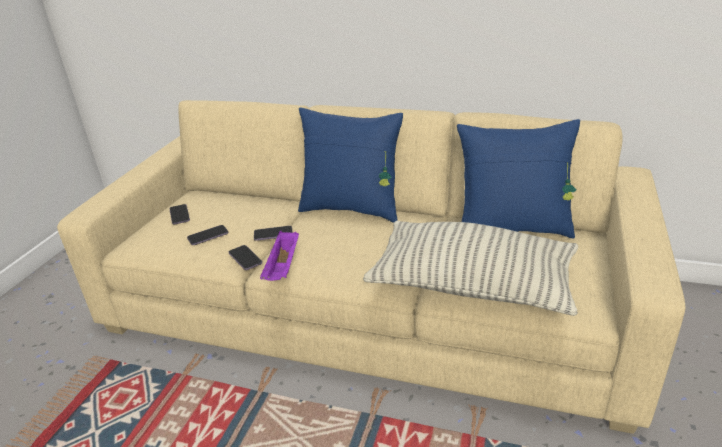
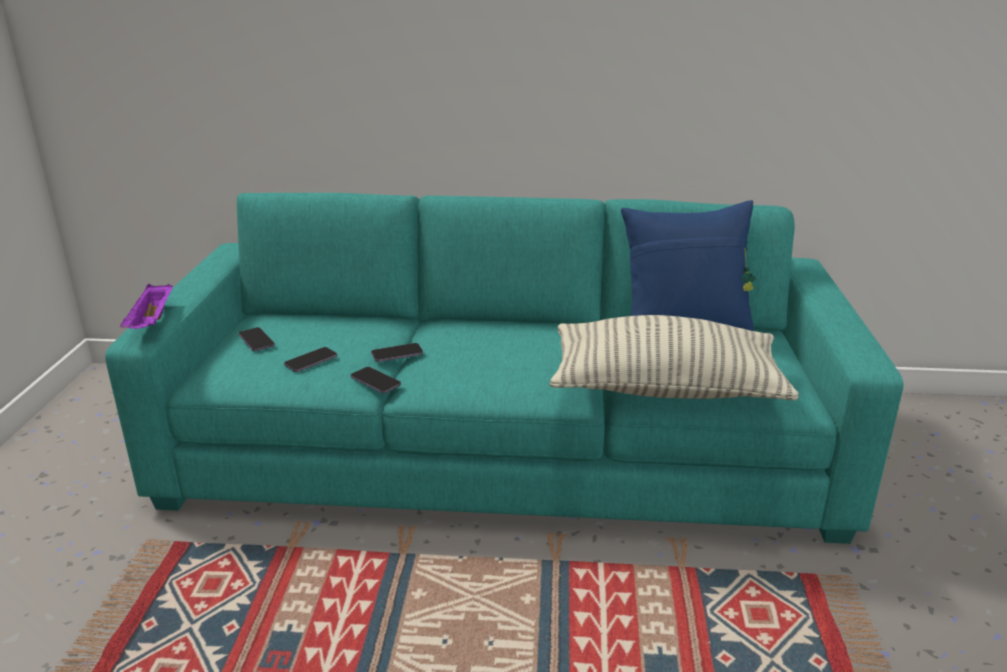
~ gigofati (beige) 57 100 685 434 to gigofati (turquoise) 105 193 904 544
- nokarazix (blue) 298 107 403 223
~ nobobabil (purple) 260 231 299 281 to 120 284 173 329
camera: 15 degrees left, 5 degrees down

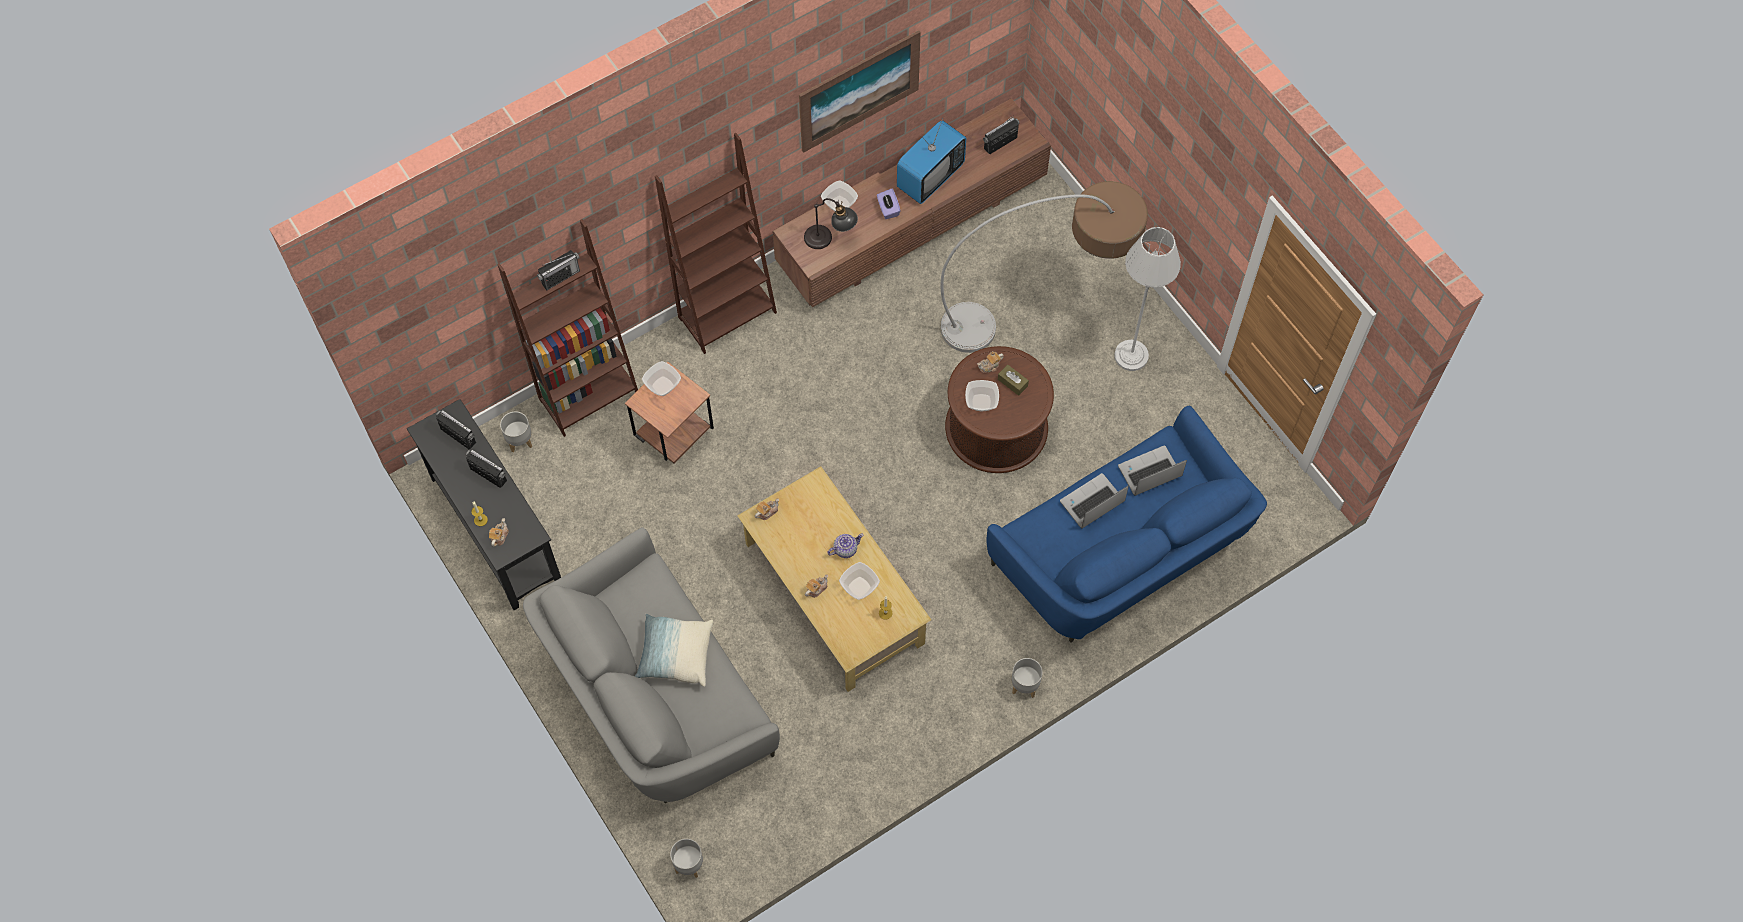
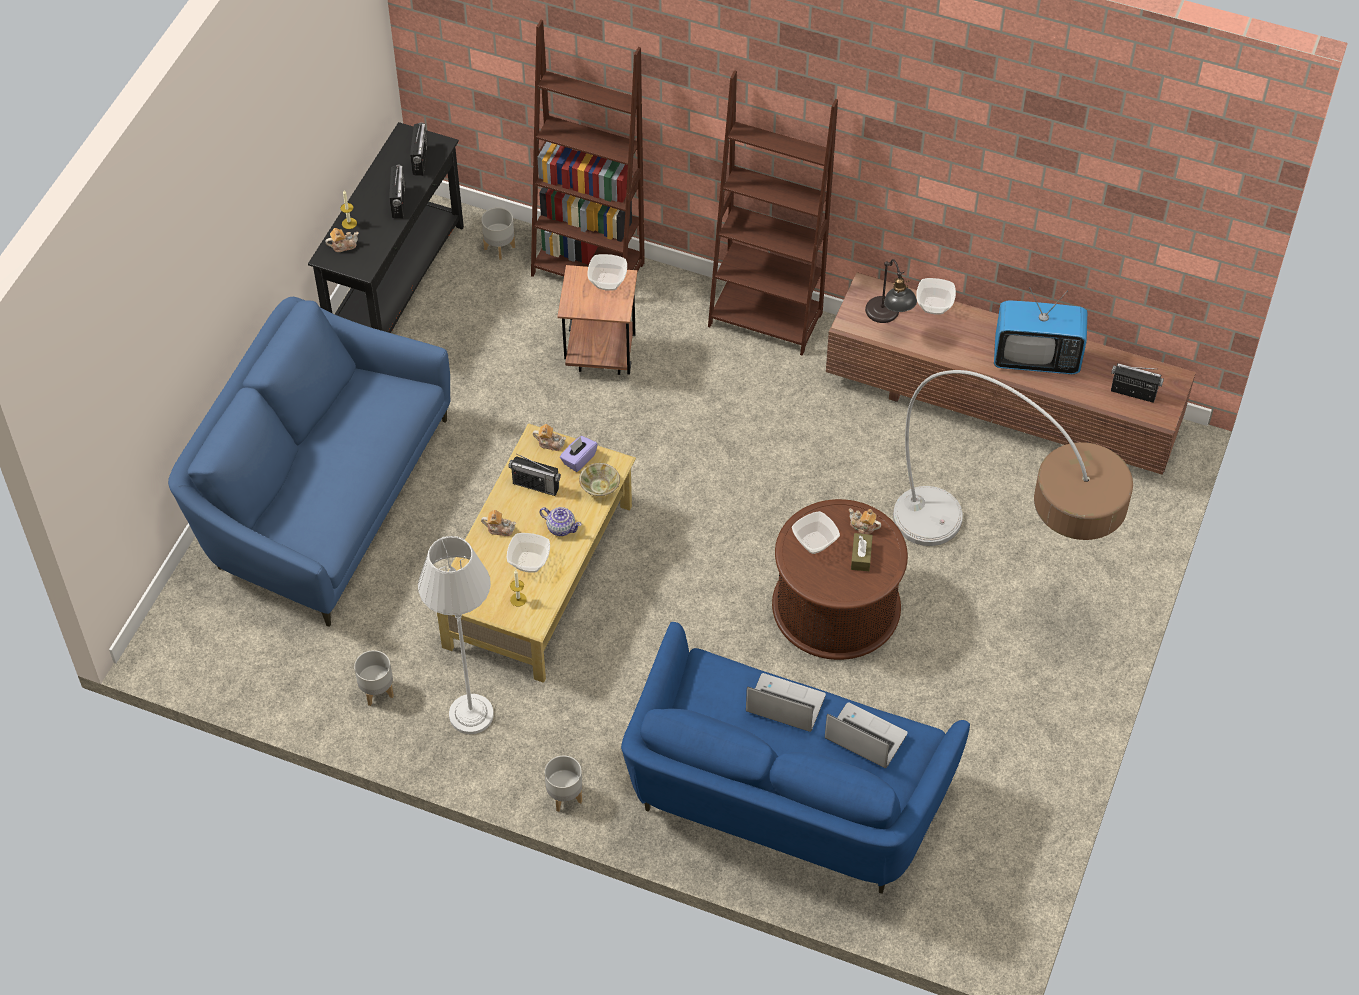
- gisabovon 799 30 920 153
~ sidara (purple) 877 188 900 219 to 560 436 598 472
~ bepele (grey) 1114 227 1181 371 to 418 536 494 734
~ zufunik 537 250 580 291 to 508 454 561 496
~ gigofati (grey) 523 527 780 803 to gigofati (blue) 168 297 450 627
- nokarazix 635 614 713 687
~ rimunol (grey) 670 839 703 878 to 354 650 394 706
+ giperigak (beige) 579 463 620 496
camera: 55 degrees right, 10 degrees down

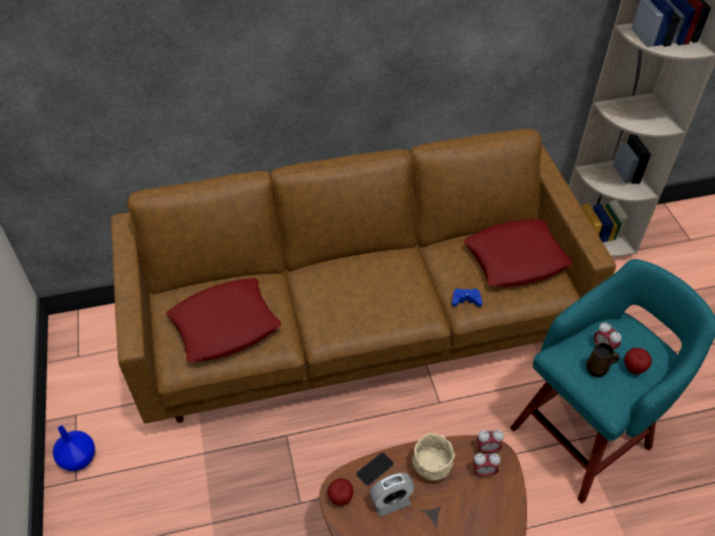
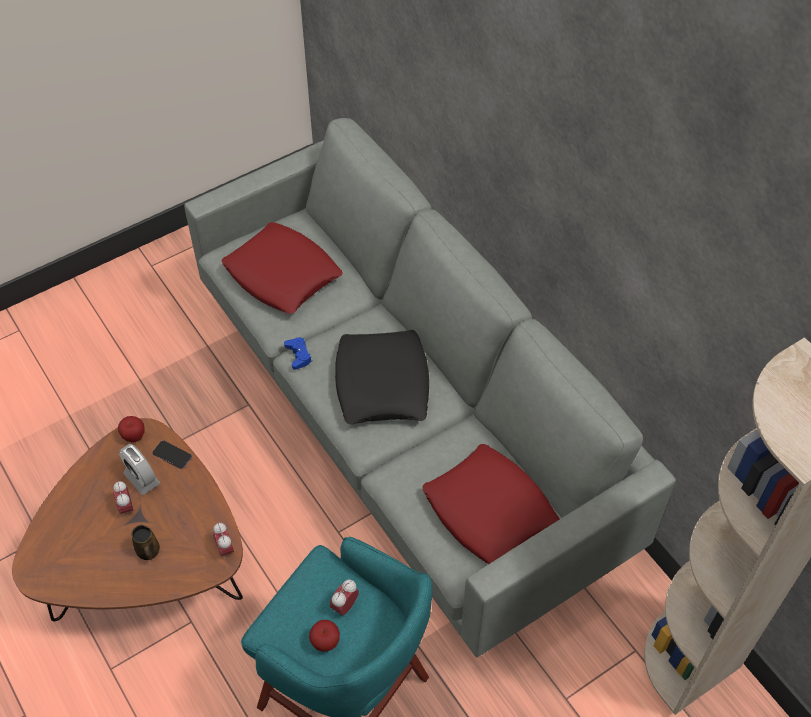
~ gigofati (brown) 111 129 616 424 to gigofati (grey) 184 118 676 658
~ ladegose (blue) 452 288 483 307 to 284 337 312 370
~ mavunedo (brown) 586 342 620 377 to 131 525 160 560
- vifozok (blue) 53 426 95 471
- giperigak (beige) 412 433 455 481
~ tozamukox 473 453 500 476 to 113 481 133 517
+ nokarazix (black) 335 330 429 425
camera: 70 degrees right, 5 degrees up

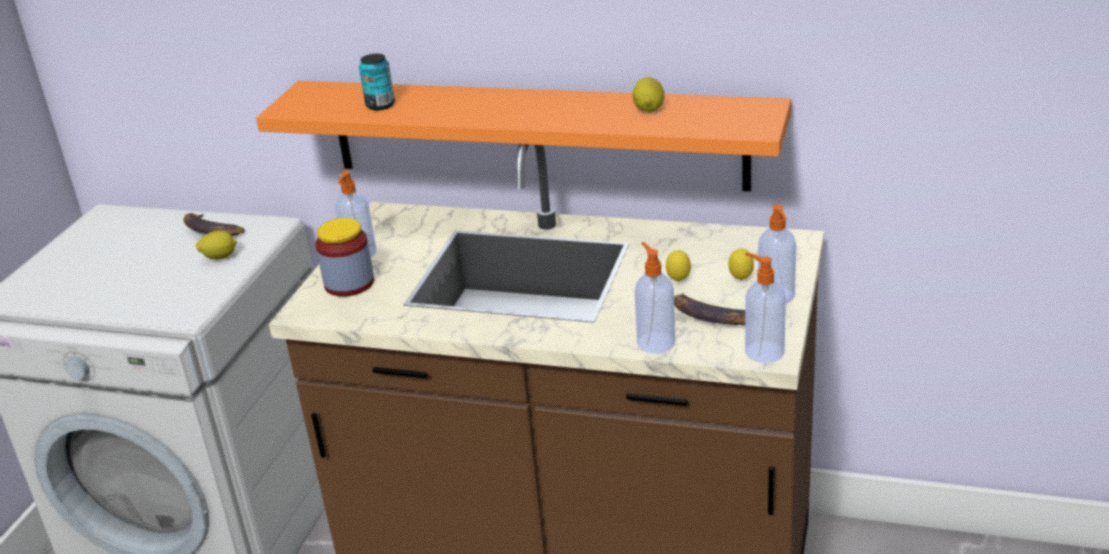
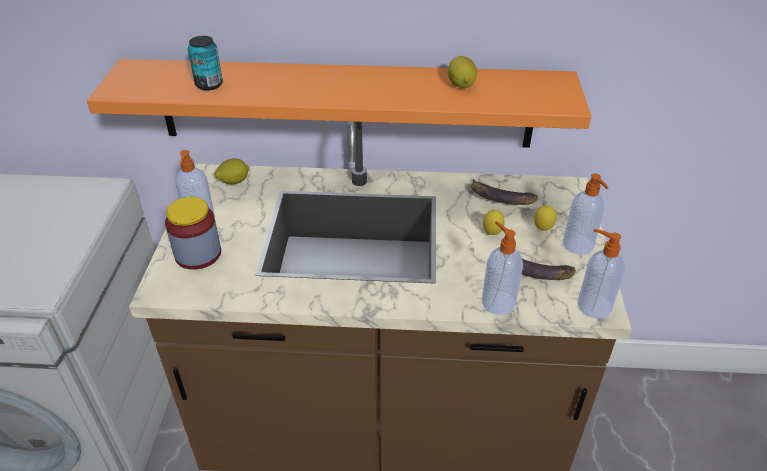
~ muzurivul 184 213 245 236 to 471 179 538 205
~ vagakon 196 231 237 259 to 214 158 249 184
camera: 15 degrees left, 10 degrees up

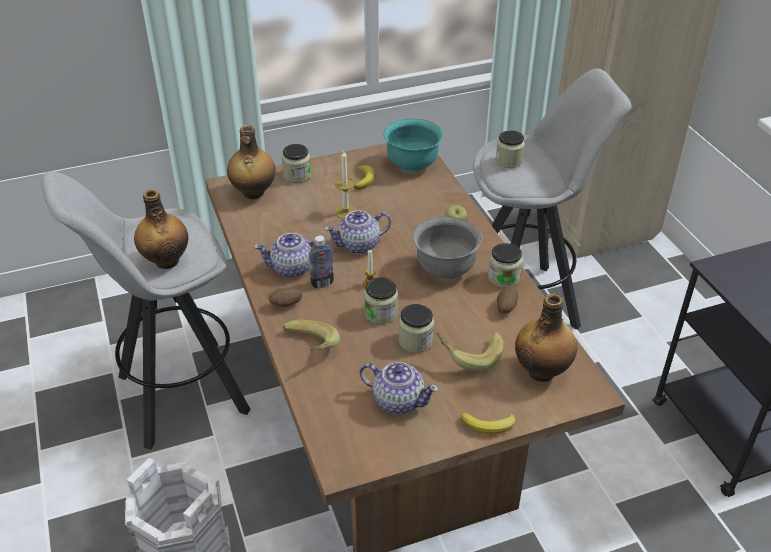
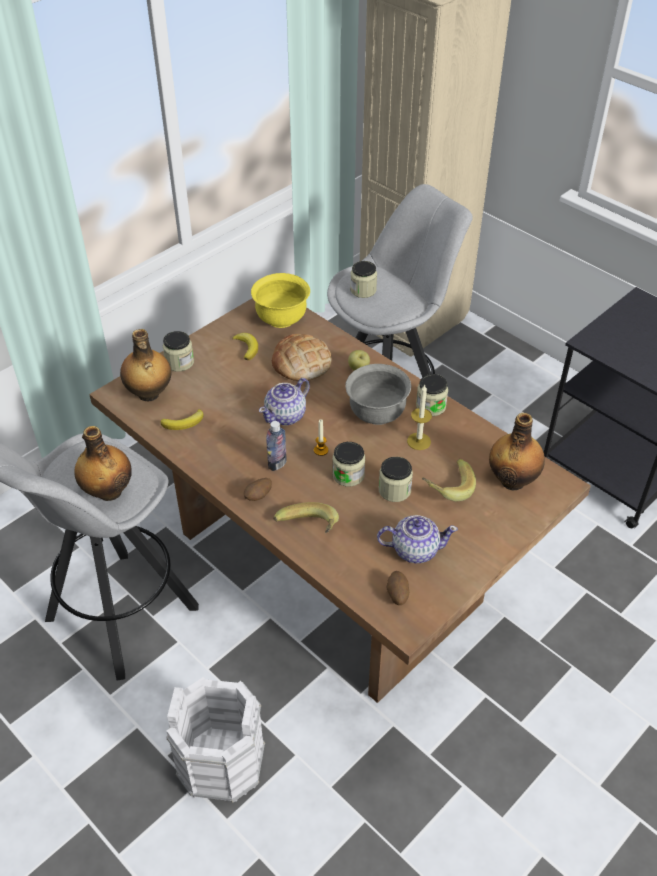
~ giperigak (turquoise) 383 119 443 172 to giperigak (yellow) 251 273 310 328
~ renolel 335 151 357 219 to 407 385 432 450
- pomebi 254 233 315 278
~ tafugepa 497 286 518 314 to 387 571 409 605
~ muzurivul 460 412 515 434 to 160 409 204 430
+ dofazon 272 334 332 381
camera: 25 degrees left, 5 degrees up

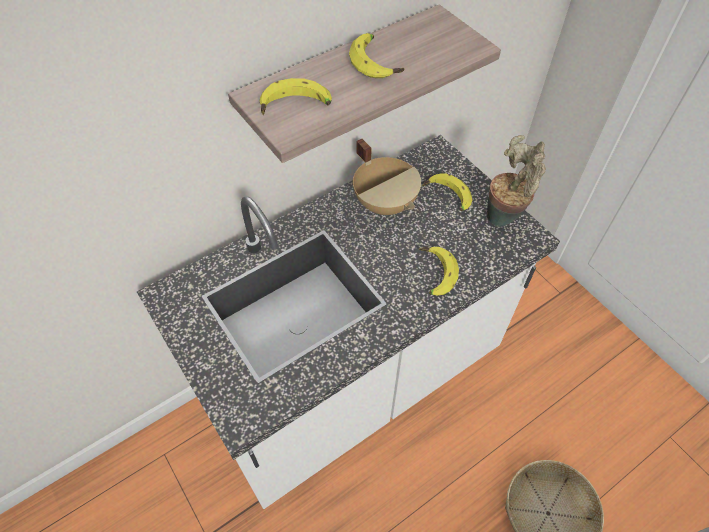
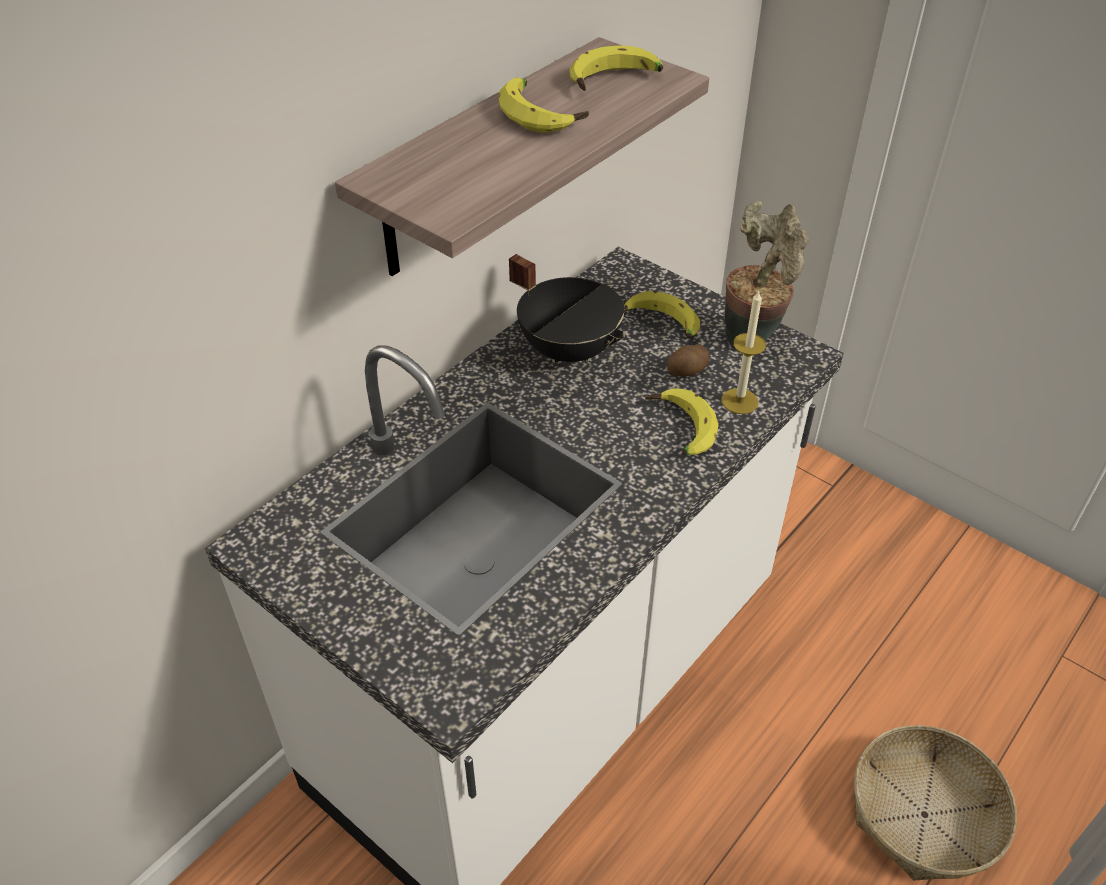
~ muzurivul 260 78 332 115 to 570 45 663 91
~ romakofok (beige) 353 139 421 215 to romakofok (black) 509 254 625 363
+ renolel 721 291 766 414
+ tafugepa 667 344 709 376
camera: 15 degrees left, 10 degrees down

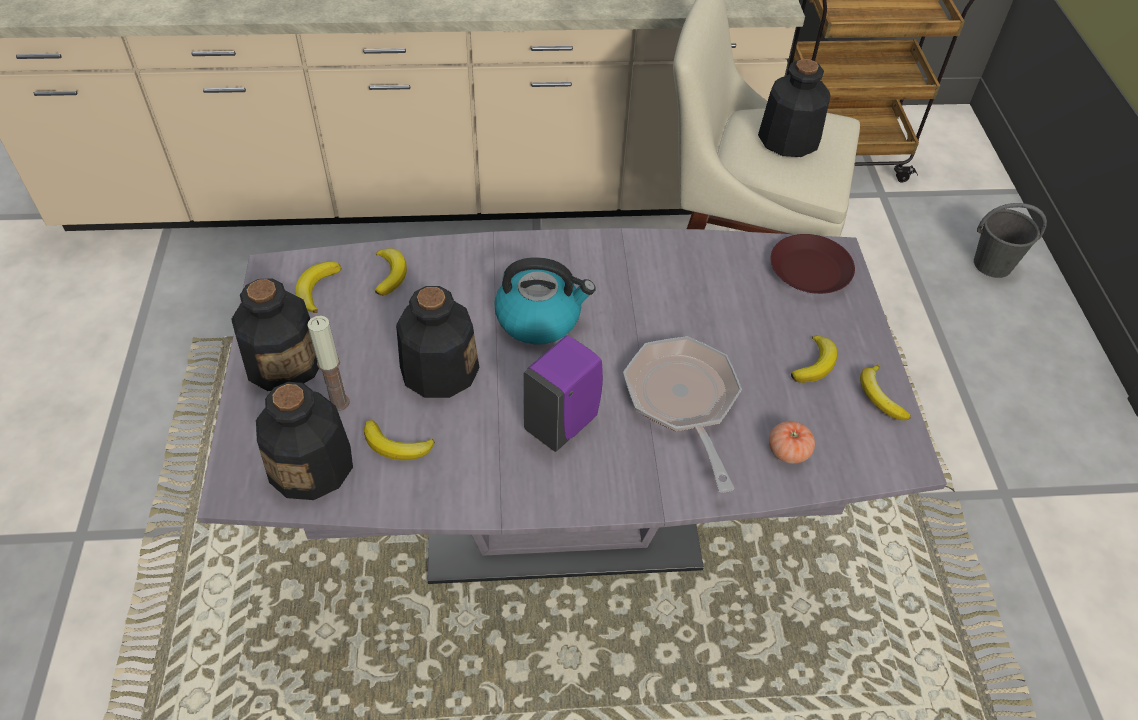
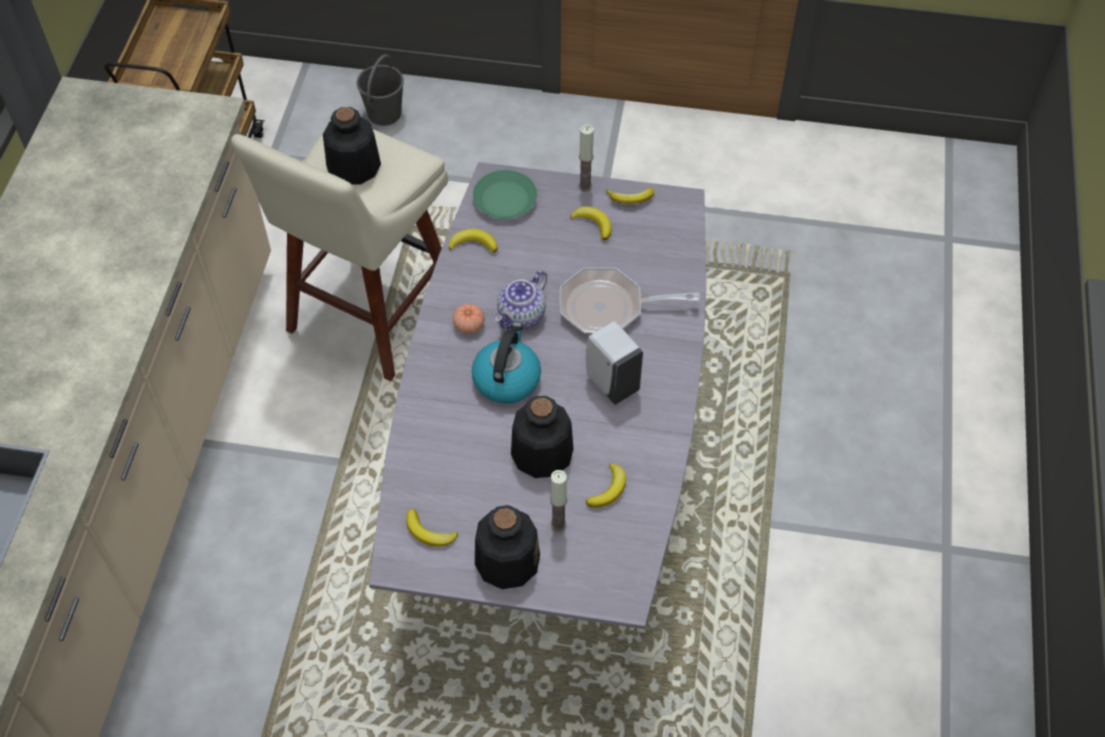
~ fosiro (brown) 771 234 855 294 to fosiro (green) 473 170 537 219
~ muzurivul 375 248 407 296 to 449 229 498 253
~ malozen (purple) 523 335 603 452 to malozen (white) 586 321 643 405
- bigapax 256 382 353 500
~ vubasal 769 421 815 464 to 453 304 485 334
+ renolel 578 125 594 192
+ pomebi 495 270 547 329
camera: 75 degrees left, 5 degrees up

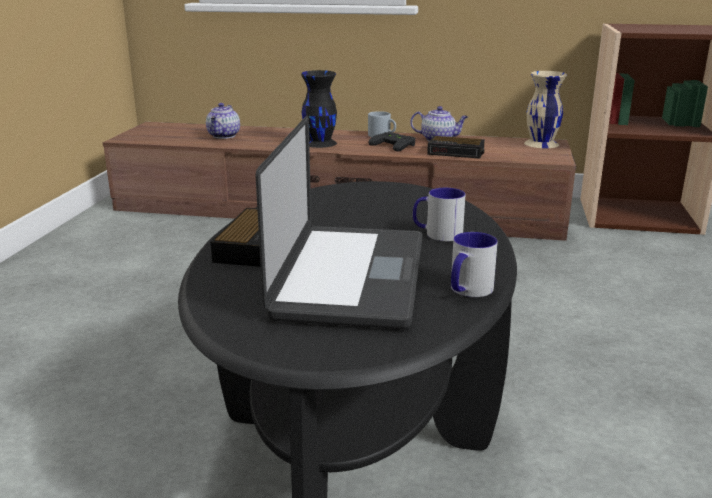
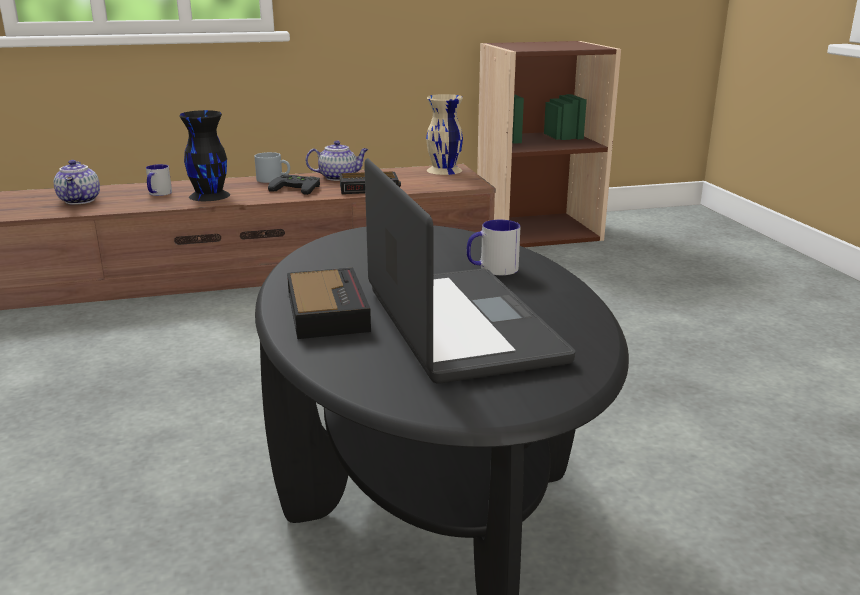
~ mavunedo 451 232 498 297 to 146 164 172 196
camera: 25 degrees left, 0 degrees up

